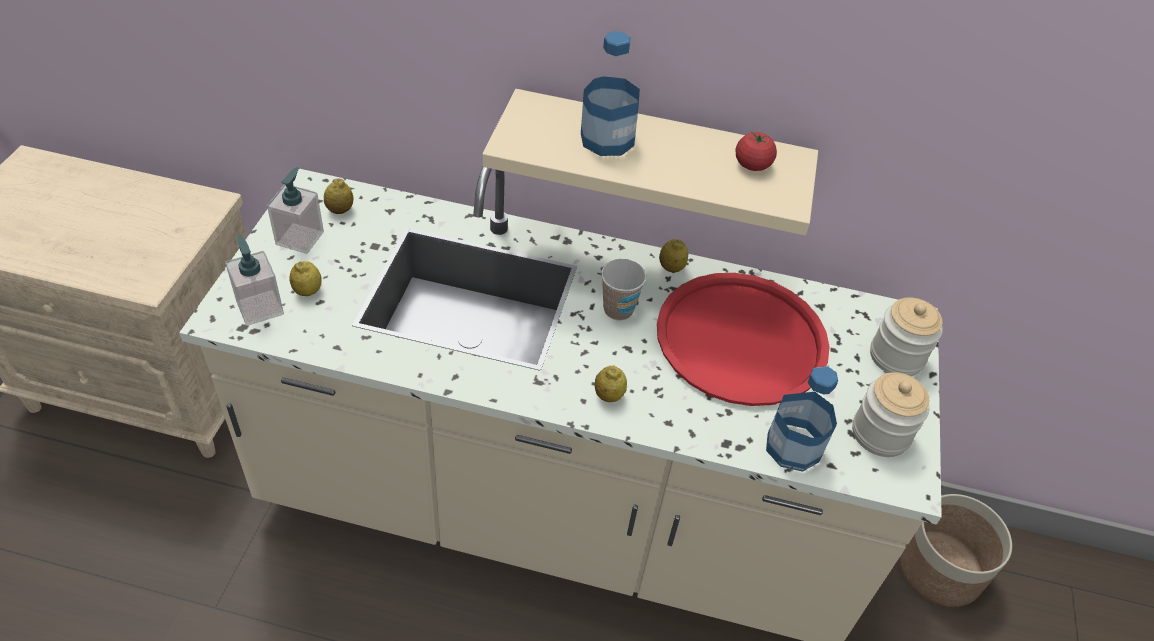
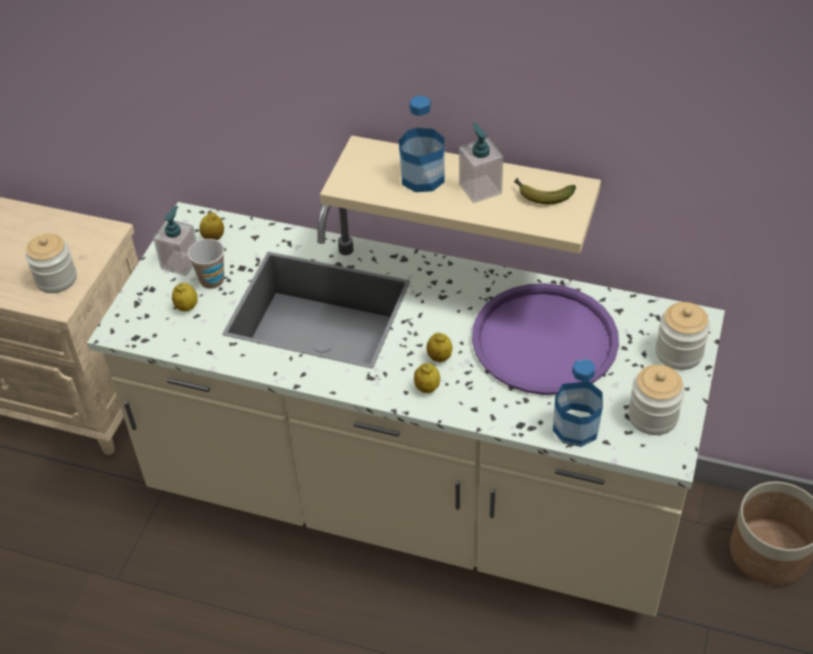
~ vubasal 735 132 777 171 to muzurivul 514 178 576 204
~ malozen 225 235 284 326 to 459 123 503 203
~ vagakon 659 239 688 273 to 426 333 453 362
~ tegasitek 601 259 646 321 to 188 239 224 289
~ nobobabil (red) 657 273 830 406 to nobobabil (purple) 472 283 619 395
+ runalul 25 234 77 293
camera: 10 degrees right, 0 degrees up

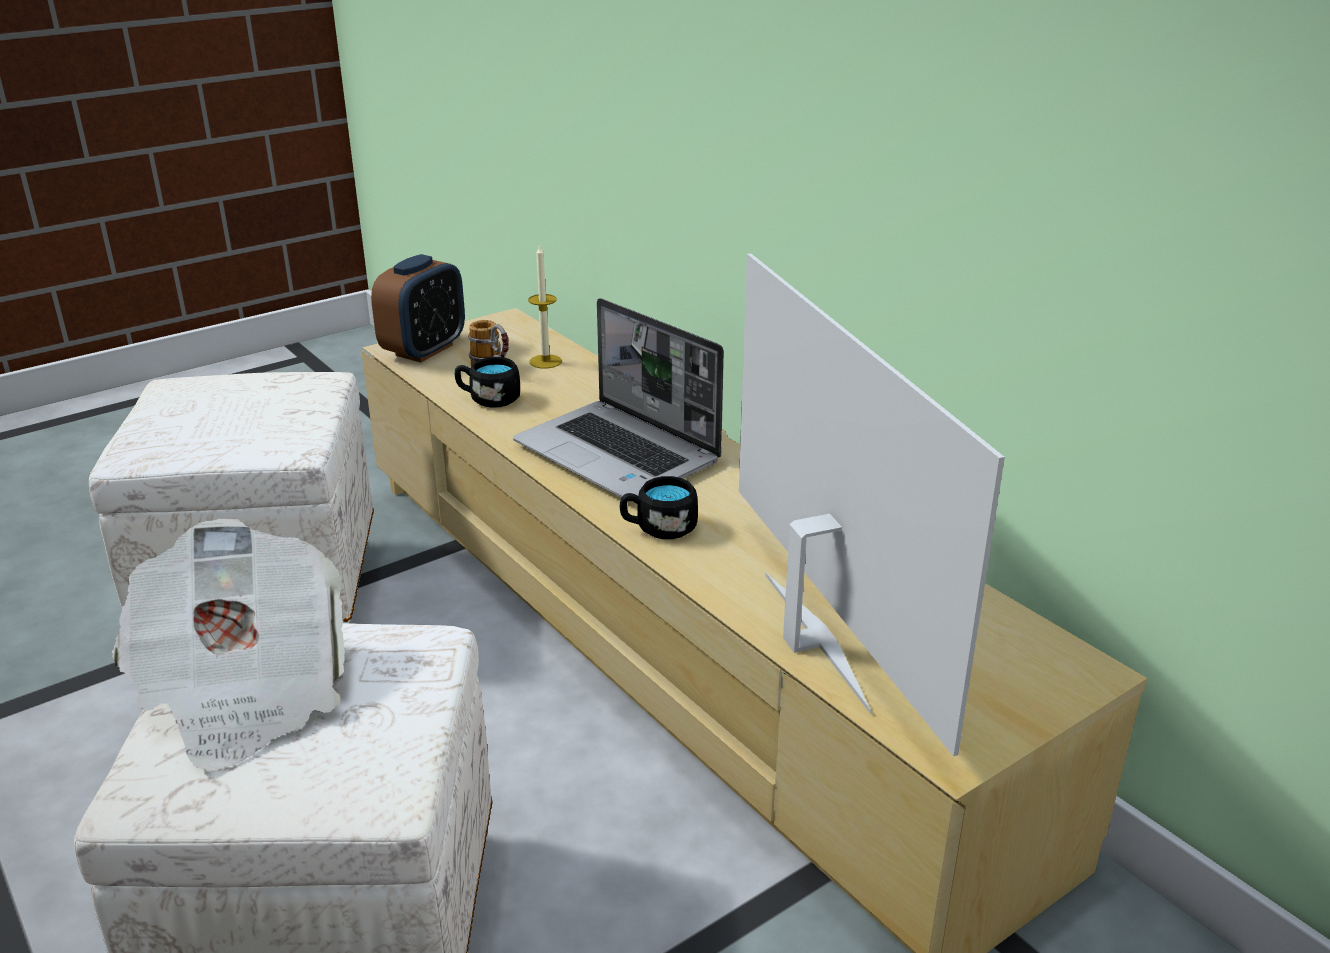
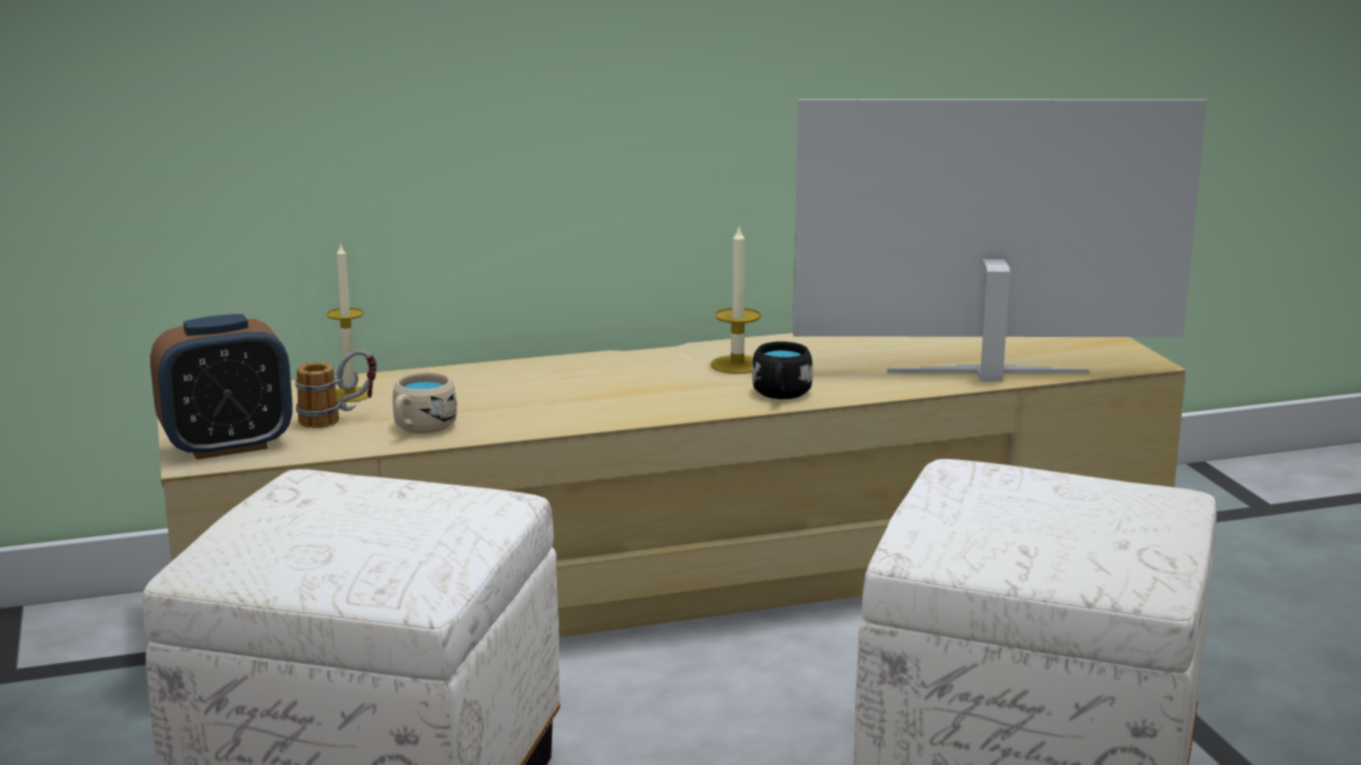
~ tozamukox 371 254 465 362 = 150 314 293 460 105 degrees clockwise
- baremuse 513 298 724 498
~ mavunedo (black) 455 357 520 408 to mavunedo (beige) 393 372 457 434
- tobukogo 112 518 345 771
+ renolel 711 227 761 374
camera: 70 degrees left, 10 degrees down

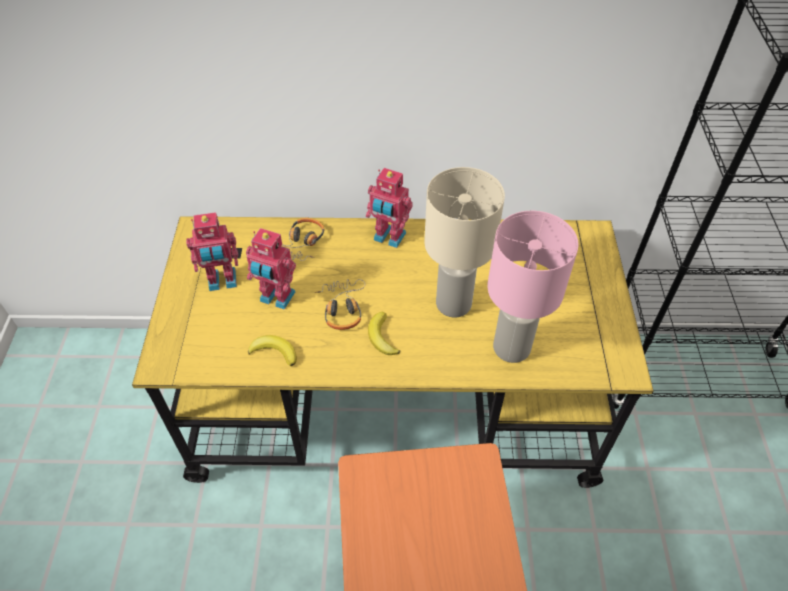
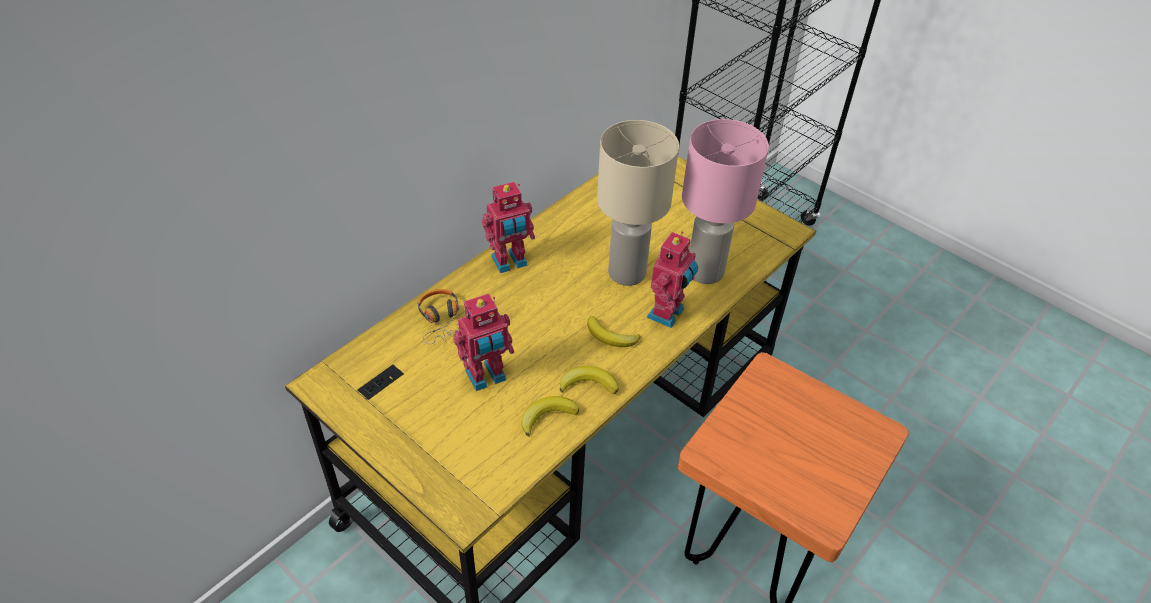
~ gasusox 186 212 238 291 to 647 231 698 328
- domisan 315 279 365 330
+ muzurivul 560 366 619 394
camera: 50 degrees left, 5 degrees down

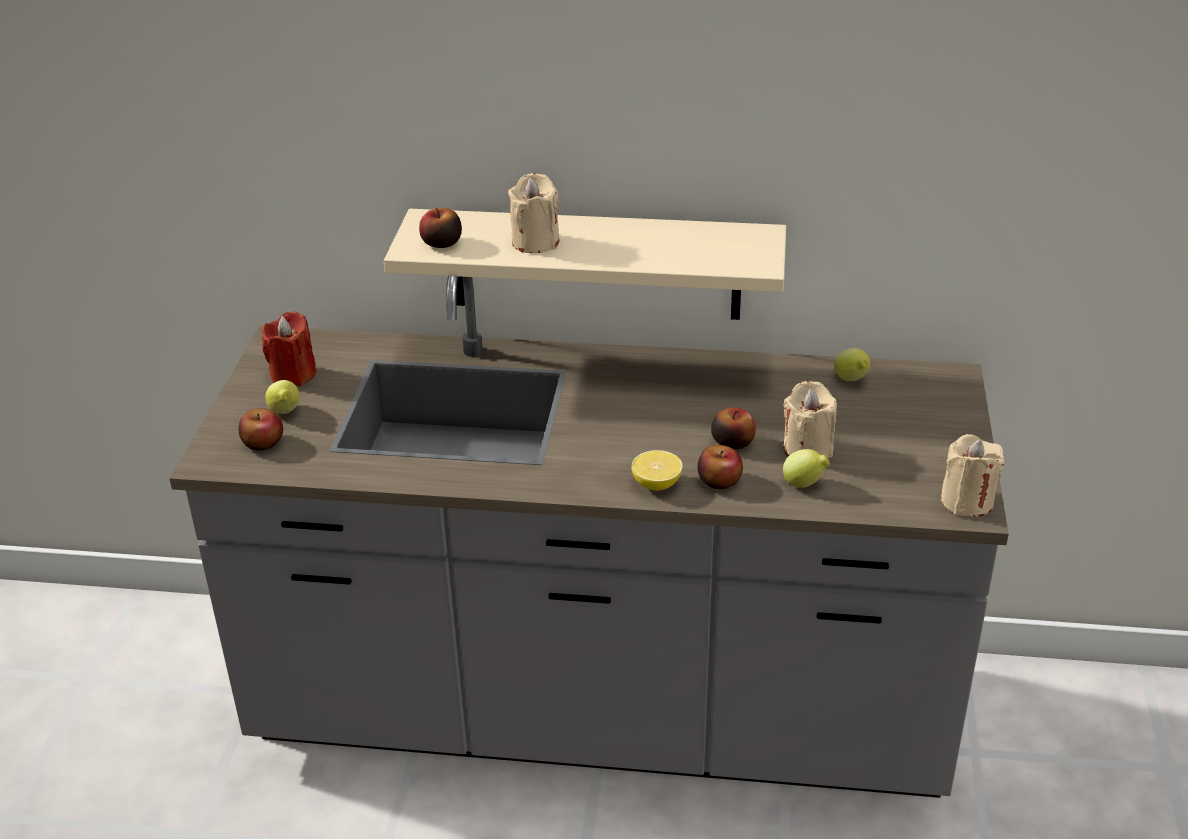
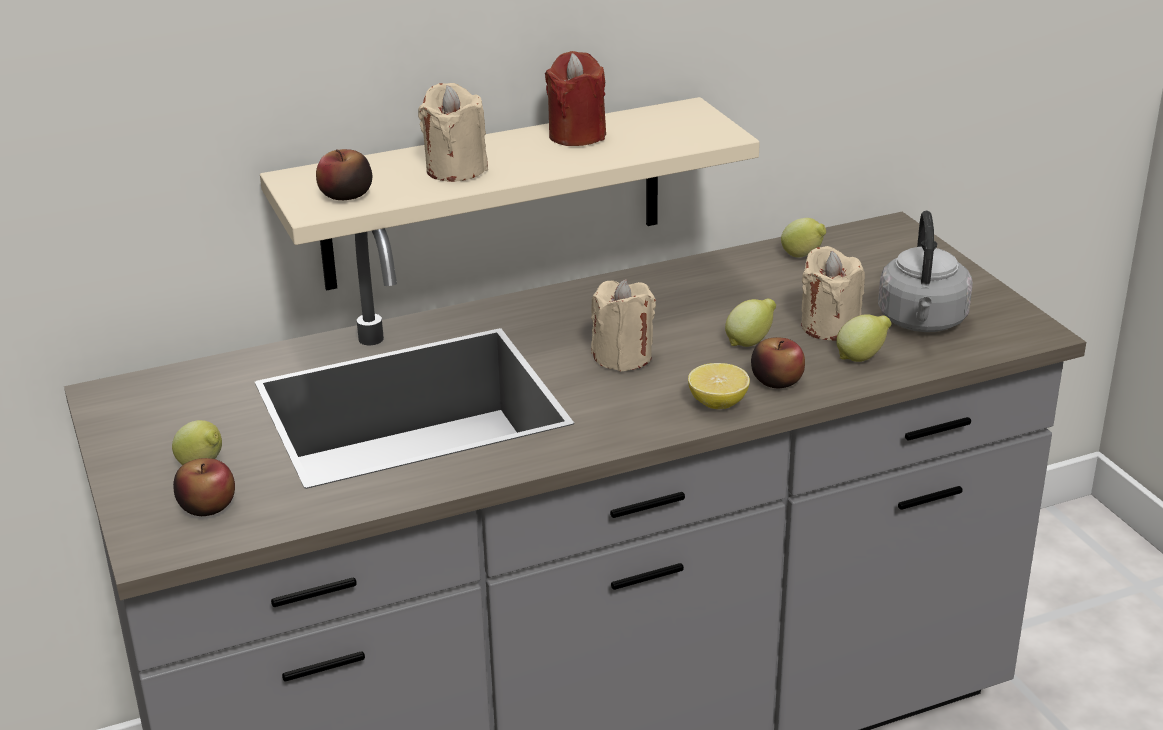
~ renolel (red) 262 312 316 386 to 545 51 606 146
~ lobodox 711 407 756 450 to vagakon 725 299 776 347
~ renolel (beige) 941 434 1004 517 to 591 279 656 372
+ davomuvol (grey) 878 211 973 332
camera: 30 degrees left, 5 degrees down

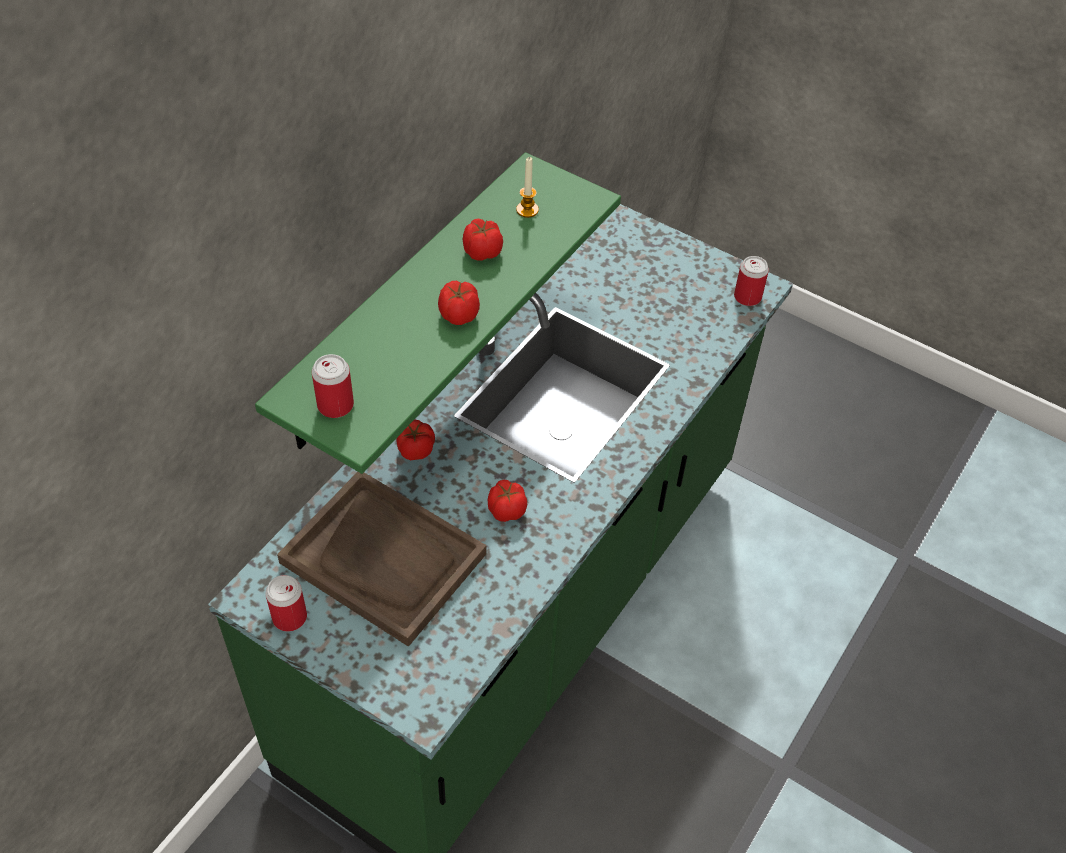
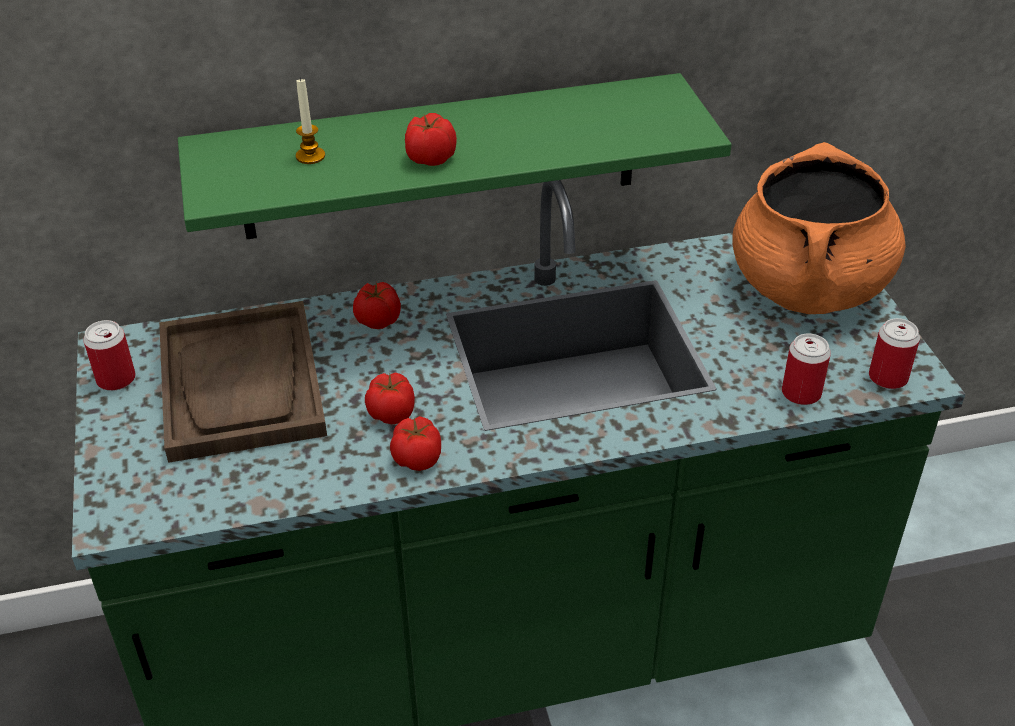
~ renolel 516 157 539 218 to 296 77 325 164
~ vubasal 463 218 503 261 to 390 416 441 471
~ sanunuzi 312 354 354 418 to 782 333 831 405
+ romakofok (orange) 732 142 906 314
camera: 45 degrees right, 10 degrees down

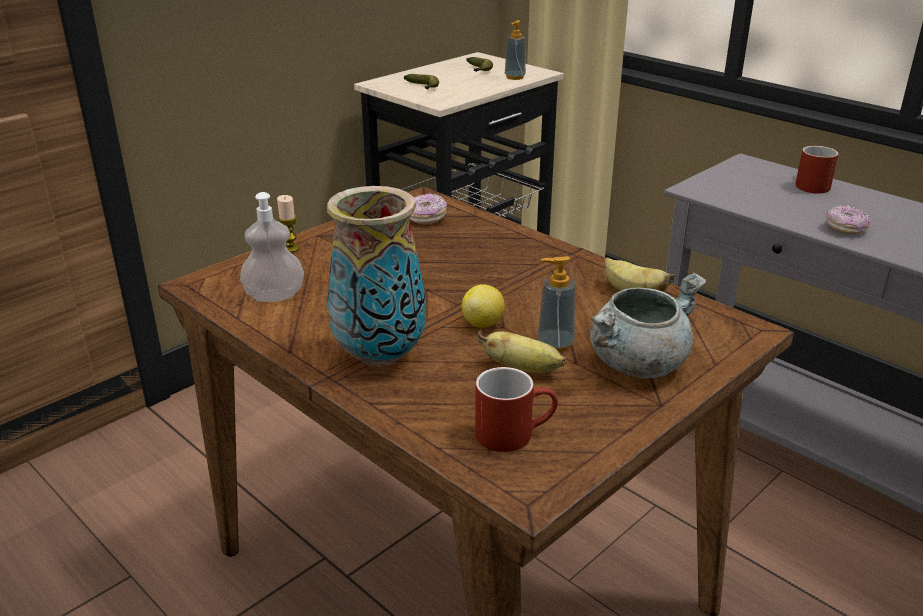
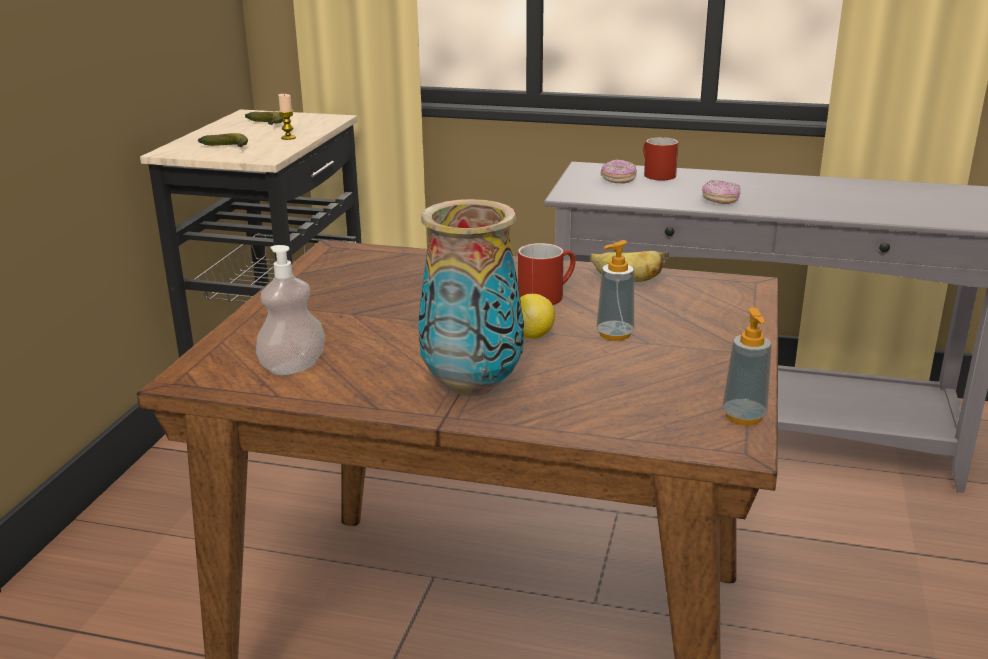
~ malozen 505 20 526 80 to 722 307 772 425
~ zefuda 410 194 447 224 to 601 159 637 184
~ renolel 277 195 300 253 to 278 94 296 140
- romakofok (grey) 590 273 706 378
- muzurivul 478 331 566 373
~ mavunedo (red) 475 367 558 452 to 518 243 576 305
camera: 30 degrees left, 5 degrees down

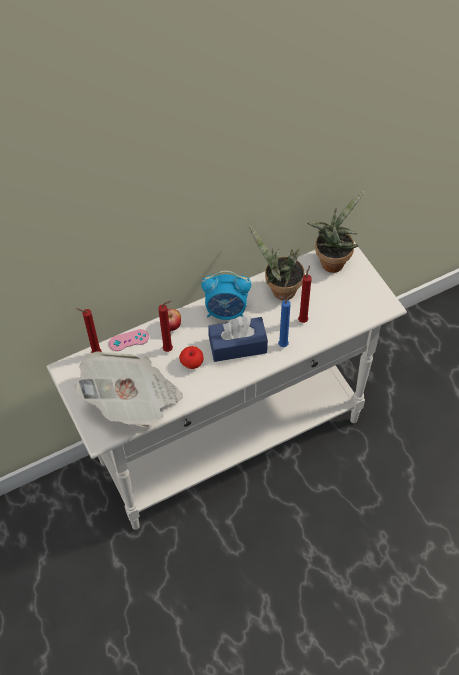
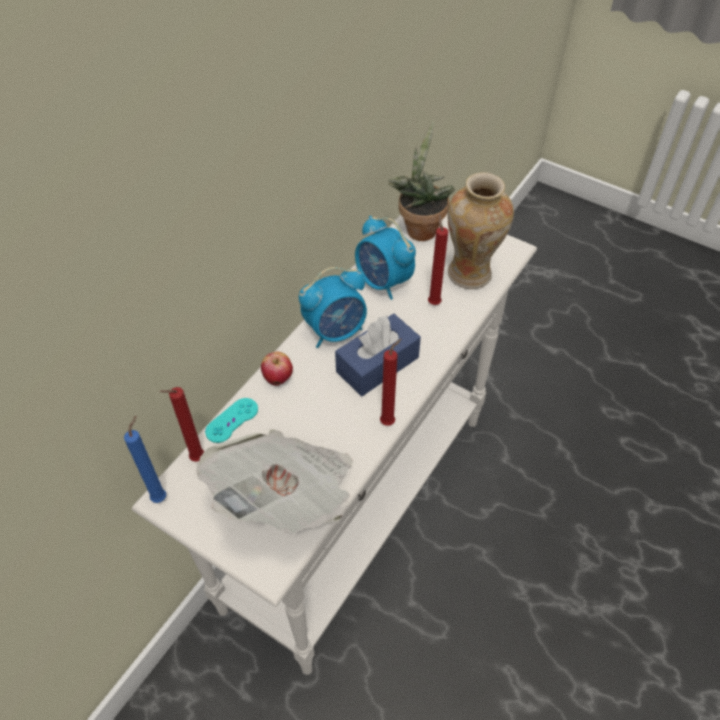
~ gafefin 249 225 305 300 to tozamukox 355 216 416 300
~ renolel (blue) 278 293 294 347 to 124 416 166 503
~ renolel (red) 158 301 173 352 to 380 338 402 426
~ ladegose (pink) 109 329 149 351 to ladegose (turquoise) 205 398 258 443
- lobodox 179 346 203 369
+ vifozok 447 173 514 289
camera: 30 degrees left, 5 degrees down

